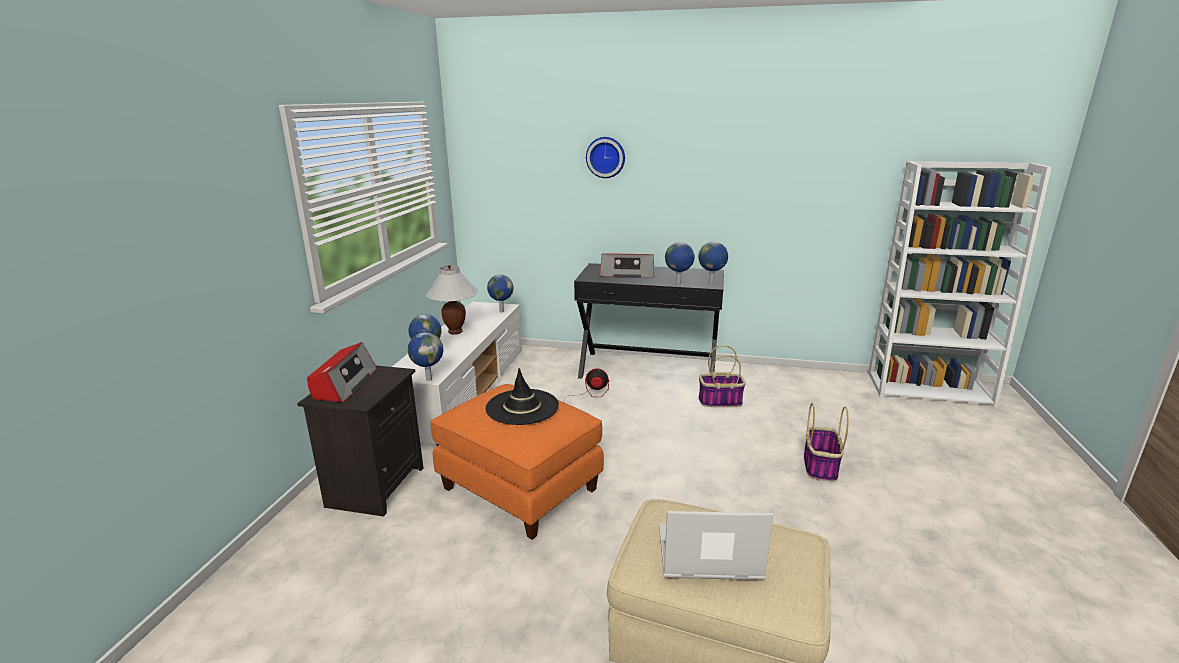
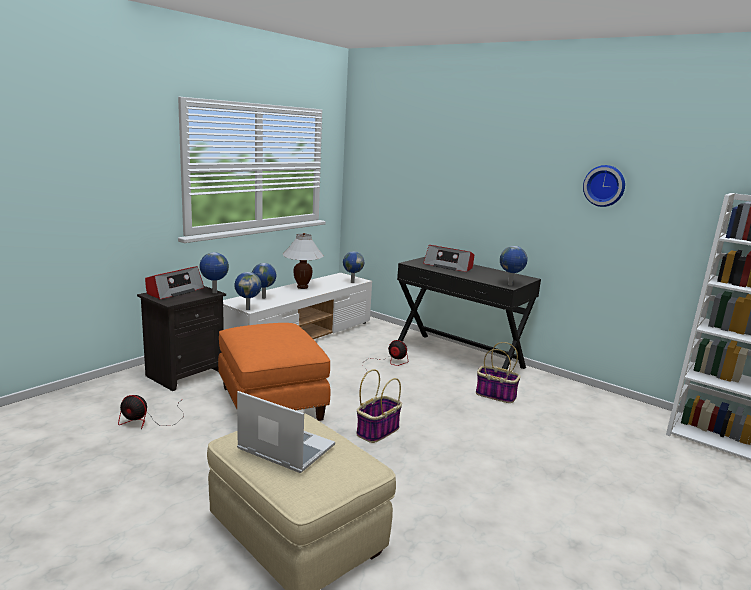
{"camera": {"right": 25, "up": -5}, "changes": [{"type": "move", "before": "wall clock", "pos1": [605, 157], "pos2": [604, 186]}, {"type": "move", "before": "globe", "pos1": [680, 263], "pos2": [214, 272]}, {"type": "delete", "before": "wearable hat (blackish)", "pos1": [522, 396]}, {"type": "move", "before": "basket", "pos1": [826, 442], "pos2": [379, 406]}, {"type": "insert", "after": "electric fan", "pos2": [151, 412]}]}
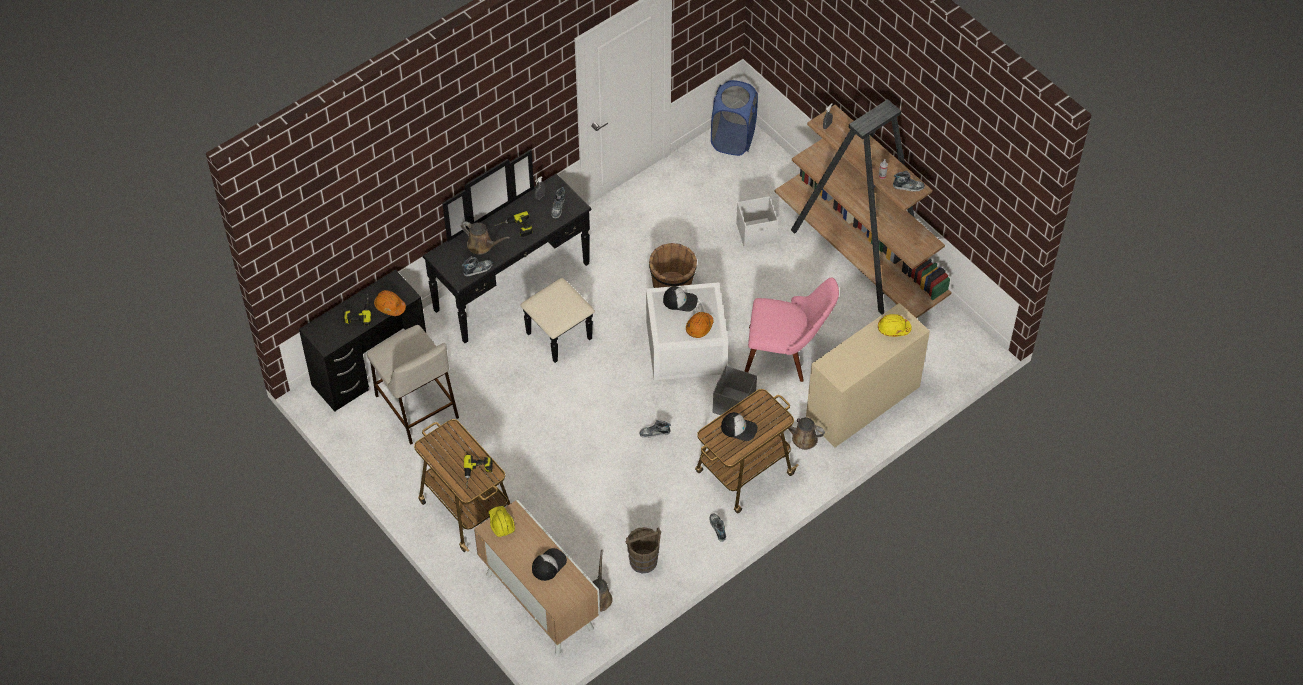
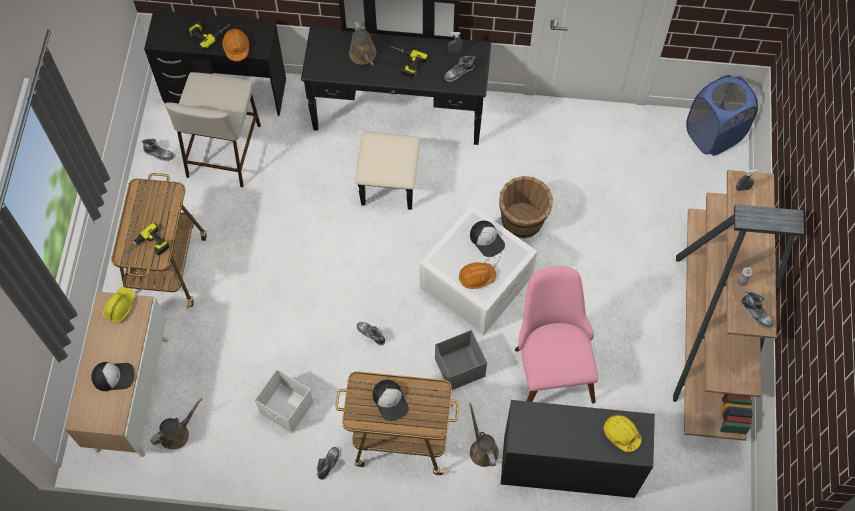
{"camera": {"right": 45, "up": 10}, "changes": [{"type": "move", "before": "storage container (whitish)", "pos1": [757, 222], "pos2": [284, 401]}, {"type": "move", "before": "shoe", "pos1": [477, 266], "pos2": [158, 150]}, {"type": "rotate", "before": "upright chair (pink)", "pos1": [791, 329], "pos2": [556, 334], "turn": -150}, {"type": "recolor", "before": "desk table (beige)", "after": "desk table (blackish)", "pos1": [868, 375], "pos2": [578, 449]}, {"type": "delete", "before": "water bucket (brown-coloured)", "pos1": [643, 550]}]}
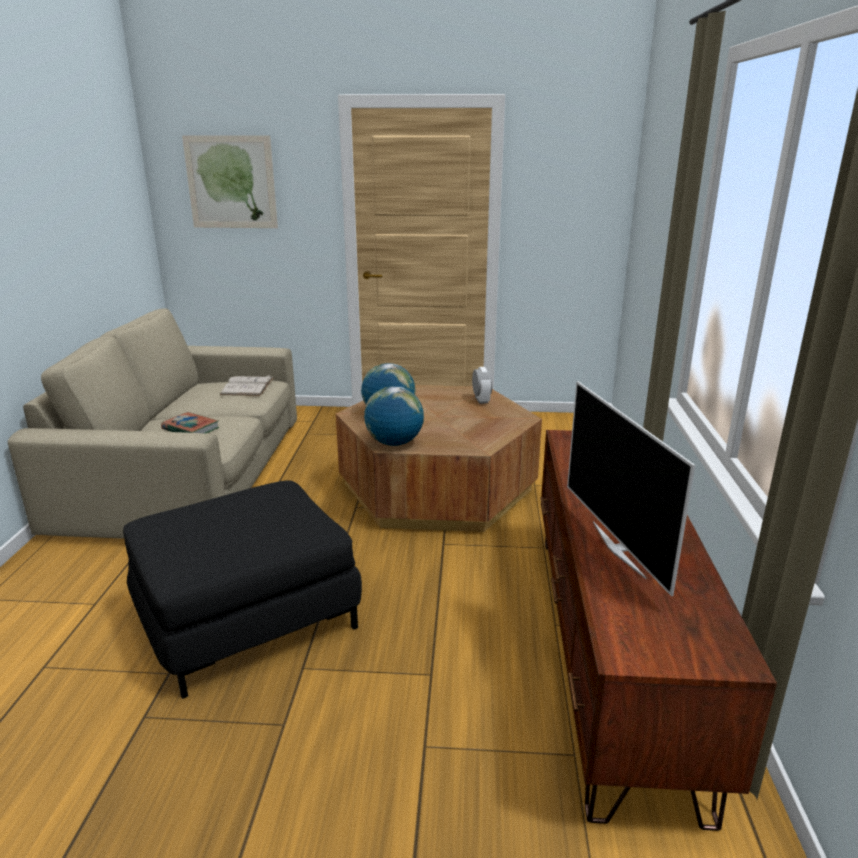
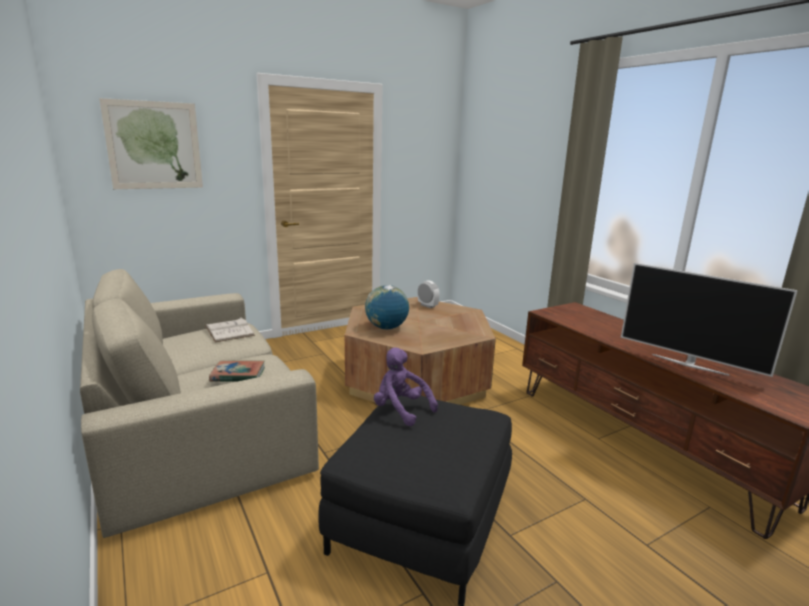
{"camera": {"right": -35, "up": -5}, "changes": [{"type": "delete", "before": "globe", "pos1": [394, 416]}, {"type": "insert", "after": "plush toy (purple)", "pos2": [406, 386]}]}
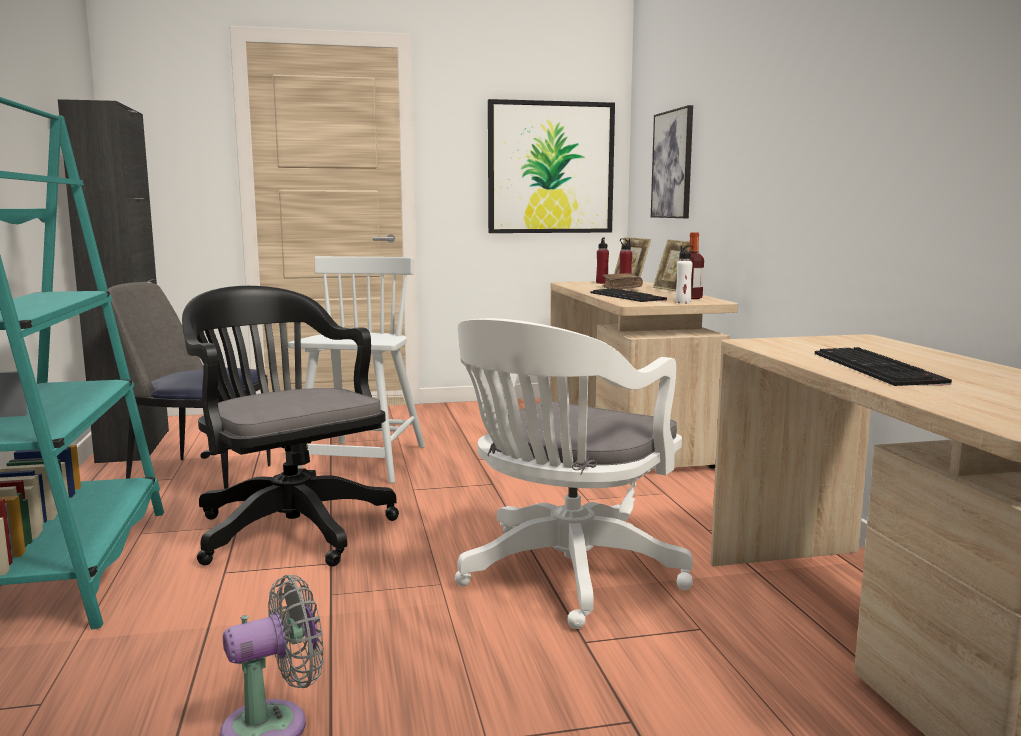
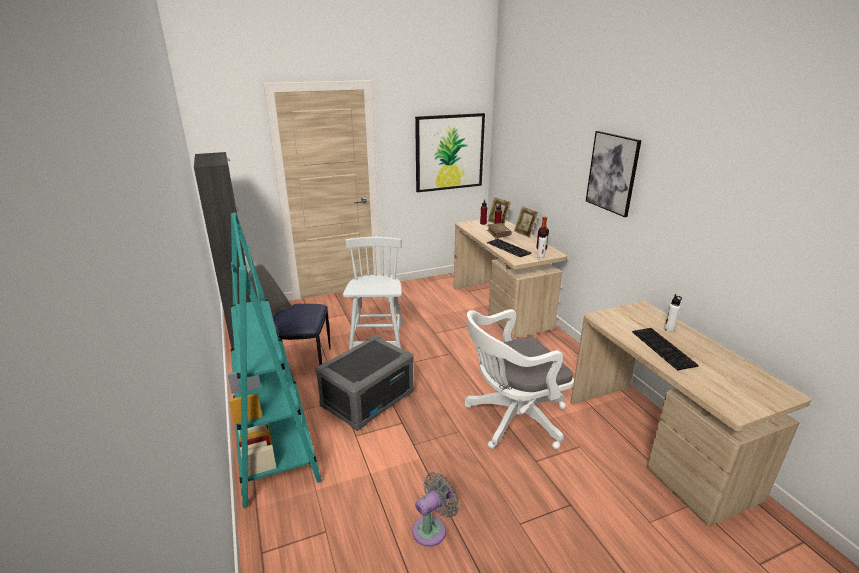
{"camera": {"right": -10, "up": 15}, "changes": [{"type": "move", "before": "wall art", "pos1": [672, 161], "pos2": [613, 174]}, {"type": "replace", "before": "computer chair (blackish)", "after": "storage container (greyish)", "pos1": [290, 426], "pos2": [364, 383]}, {"type": "rotate", "before": "computer chair (whitish)", "pos1": [574, 473], "pos2": [519, 379], "turn": 45}, {"type": "insert", "after": "beverage bottle (whitish)", "pos2": [673, 313]}]}
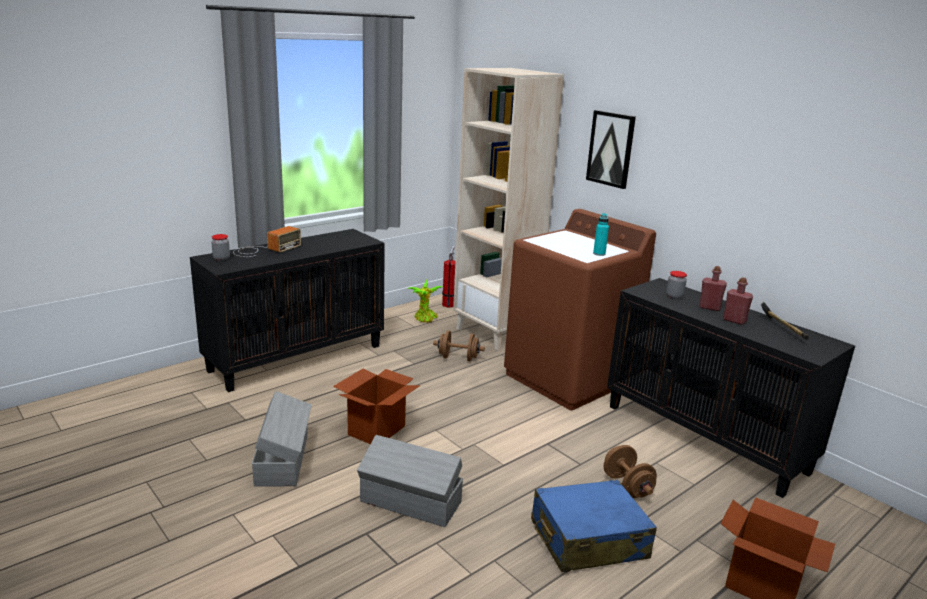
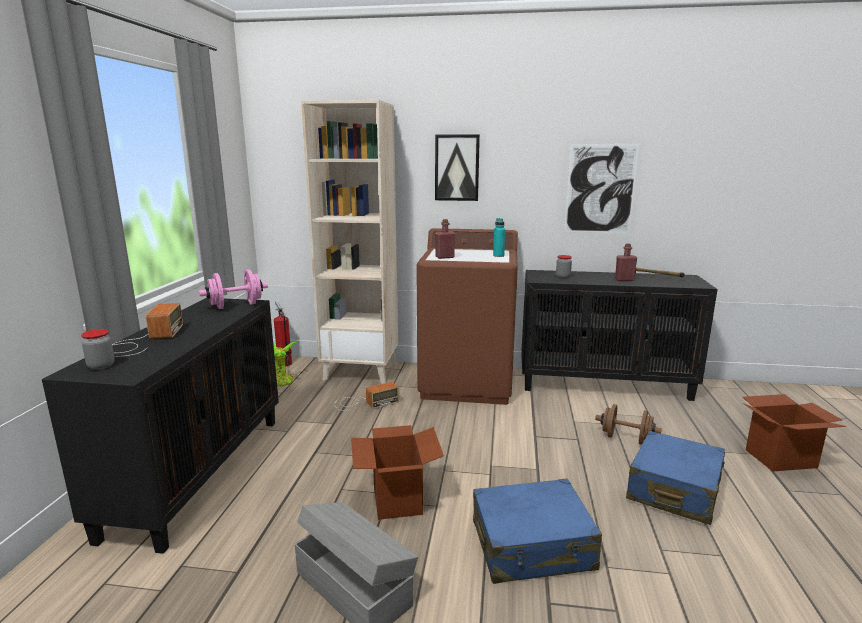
{"camera": {"right": -40, "up": -5}, "changes": [{"type": "move", "before": "beverage bottle (reddish)", "pos1": [713, 288], "pos2": [445, 239]}, {"type": "replace", "before": "dumbbell (brown-coloured)", "after": "radio set", "pos1": [459, 345], "pos2": [366, 396]}, {"type": "replace", "before": "storage container (greyish)", "after": "suitcase (bluish)", "pos1": [410, 481], "pos2": [537, 531]}, {"type": "insert", "after": "wall art", "pos2": [601, 188]}, {"type": "insert", "after": "dumbbell (pink)", "pos2": [233, 289]}]}
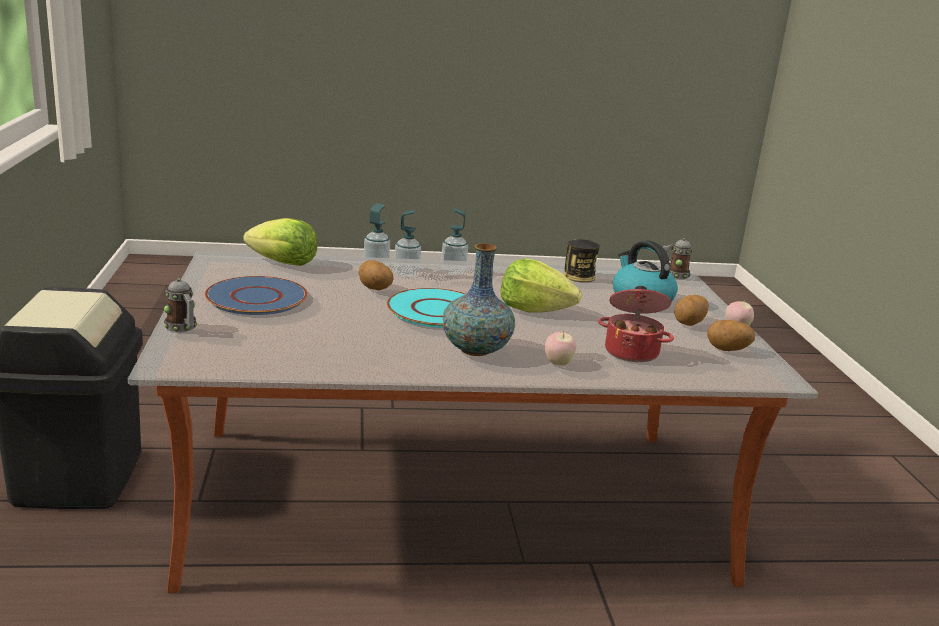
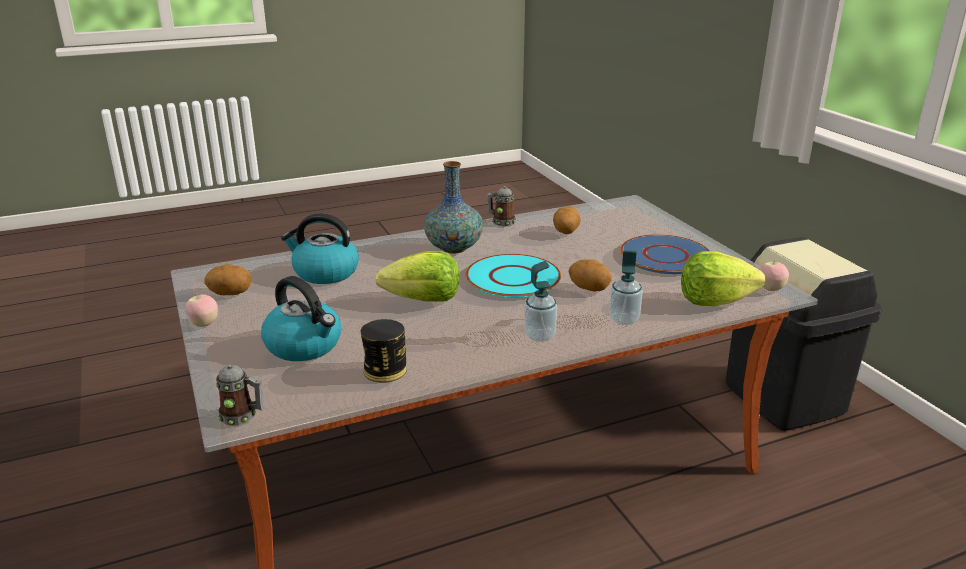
{"camera": {"right": 165, "up": 5}, "changes": [{"type": "delete", "before": "soap dispenser", "pos1": [407, 244]}, {"type": "move", "before": "tea mug", "pos1": [180, 305], "pos2": [501, 206]}, {"type": "replace", "before": "cooking pot", "after": "kettle", "pos1": [636, 324], "pos2": [320, 248]}, {"type": "move", "before": "spud", "pos1": [691, 310], "pos2": [567, 220]}, {"type": "move", "before": "apple", "pos1": [560, 348], "pos2": [774, 275]}]}
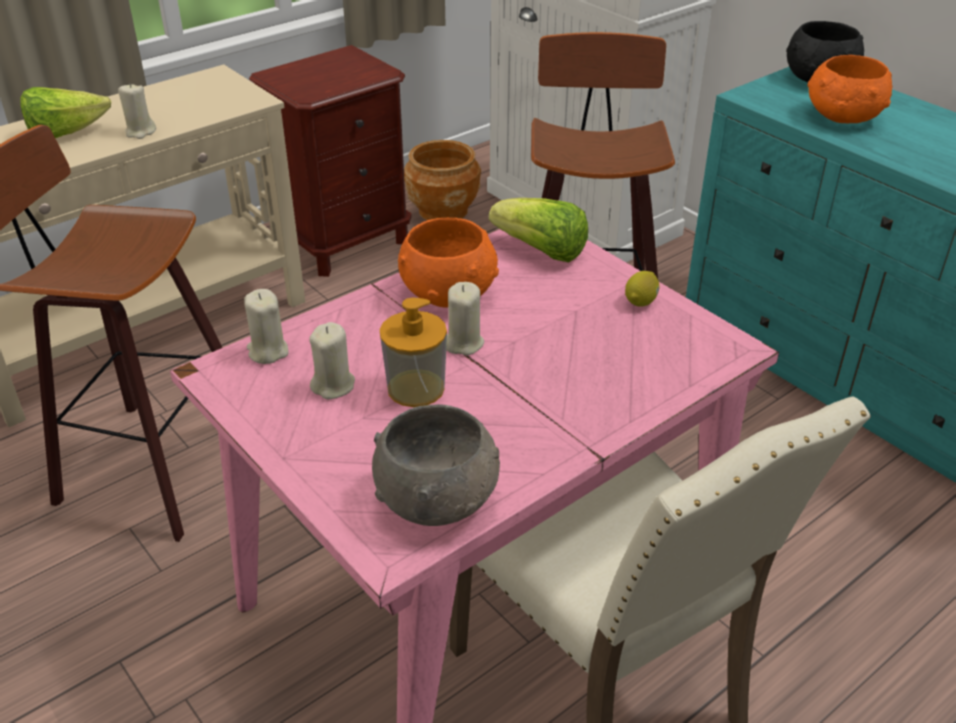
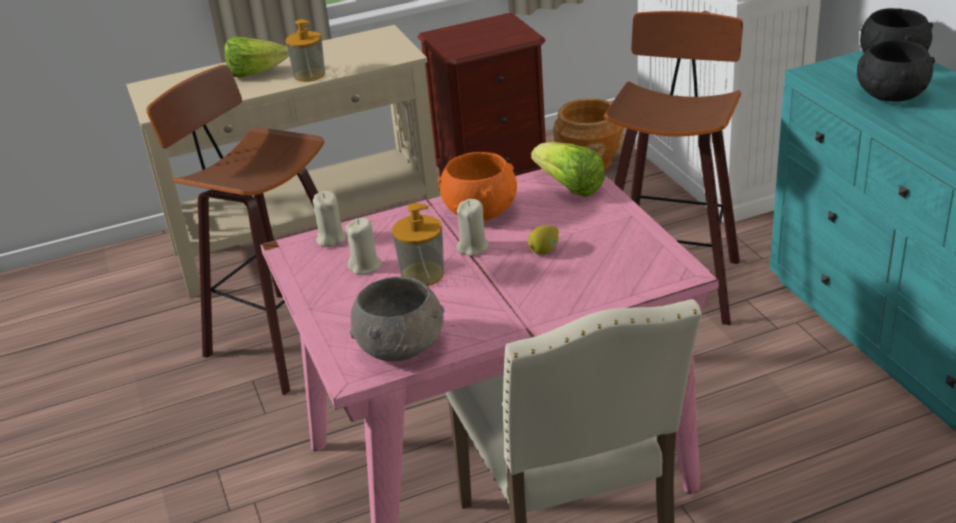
{"camera": {"right": 20, "up": -5}, "changes": [{"type": "recolor", "before": "deep dish (orange-coloured)", "after": "deep dish (blackish)", "pos1": [849, 89], "pos2": [896, 71]}, {"type": "replace", "before": "wax light (beige)", "after": "soap dispenser", "pos1": [137, 111], "pos2": [305, 50]}, {"type": "move", "before": "lemon", "pos1": [642, 289], "pos2": [543, 240]}]}
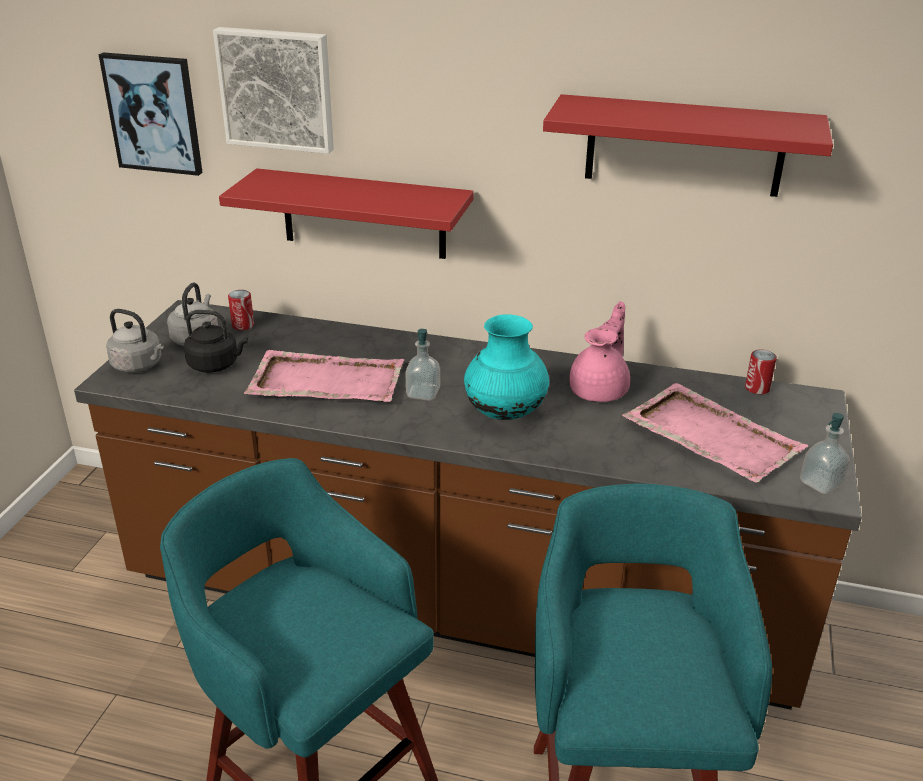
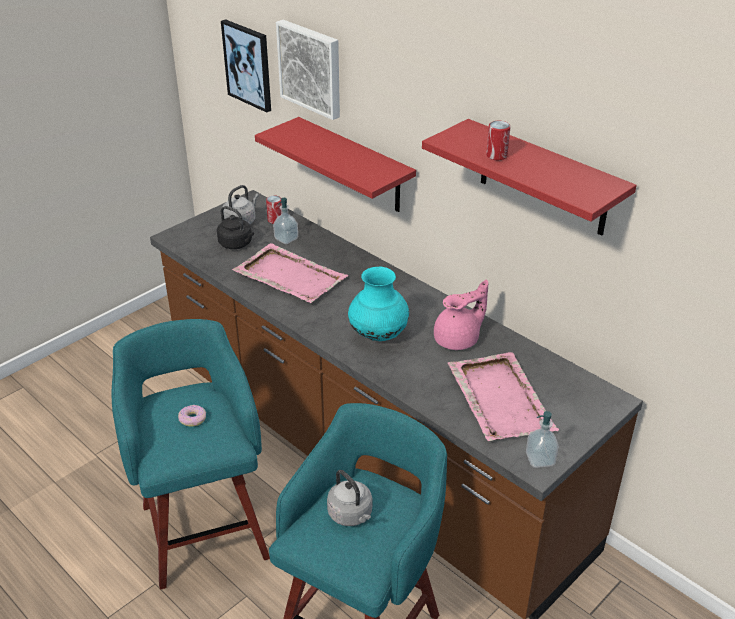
{"camera": {"right": 30, "up": 5}, "changes": [{"type": "move", "before": "kettle (greyish)", "pos1": [135, 341], "pos2": [349, 498]}, {"type": "move", "before": "soap dispenser", "pos1": [423, 365], "pos2": [285, 221]}, {"type": "move", "before": "can", "pos1": [761, 371], "pos2": [498, 140]}, {"type": "insert", "after": "donut", "pos2": [192, 416]}]}
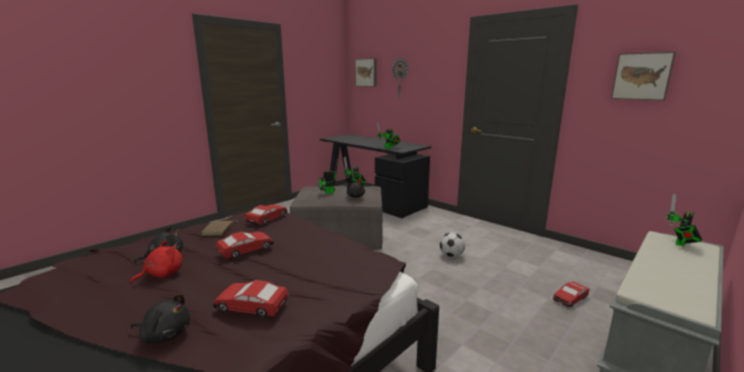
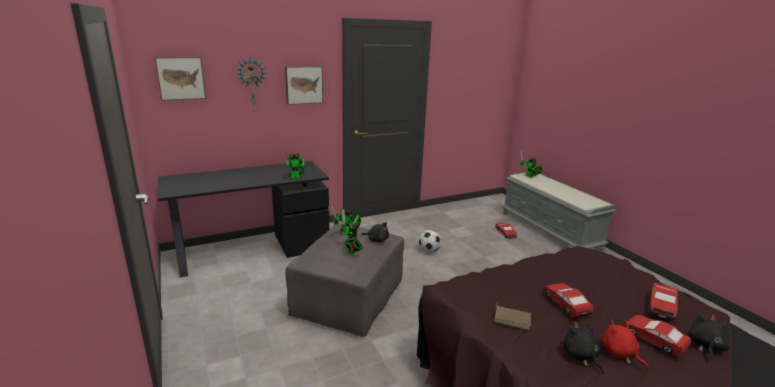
{"camera": {"right": -70, "up": 5}, "changes": [{"type": "move", "before": "wall art", "pos1": [643, 76], "pos2": [304, 85]}, {"type": "move", "before": "miniature car", "pos1": [266, 215], "pos2": [657, 336]}]}
